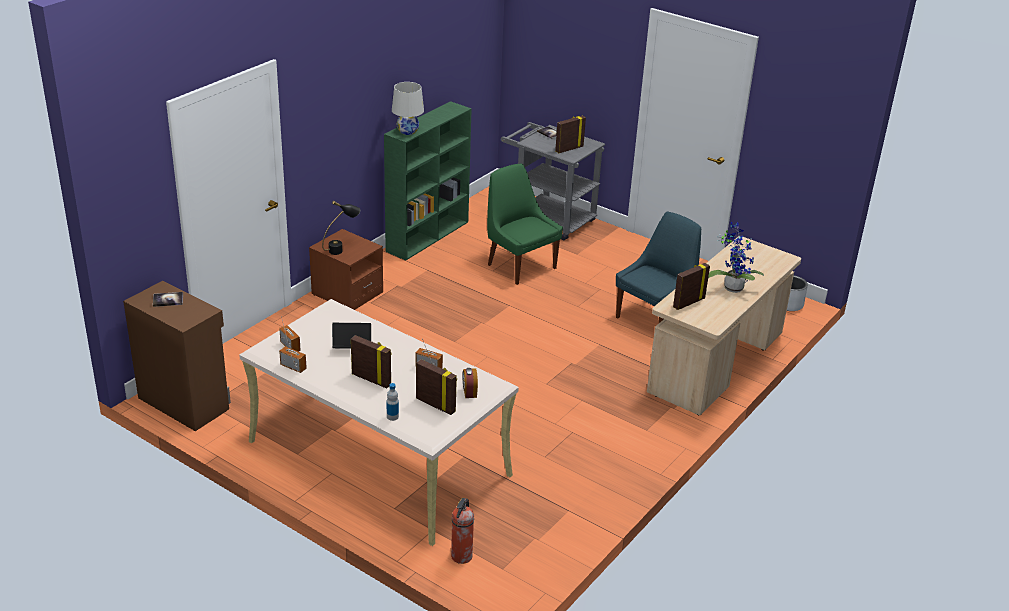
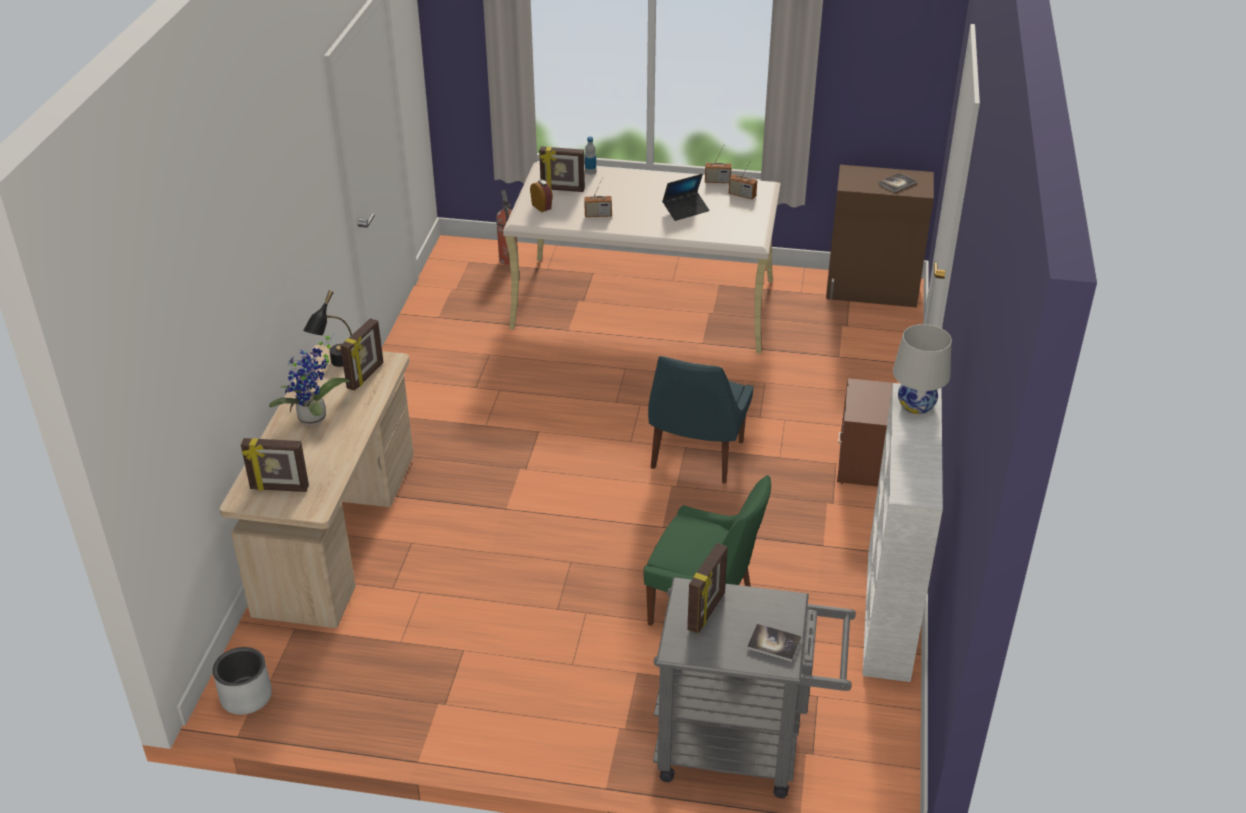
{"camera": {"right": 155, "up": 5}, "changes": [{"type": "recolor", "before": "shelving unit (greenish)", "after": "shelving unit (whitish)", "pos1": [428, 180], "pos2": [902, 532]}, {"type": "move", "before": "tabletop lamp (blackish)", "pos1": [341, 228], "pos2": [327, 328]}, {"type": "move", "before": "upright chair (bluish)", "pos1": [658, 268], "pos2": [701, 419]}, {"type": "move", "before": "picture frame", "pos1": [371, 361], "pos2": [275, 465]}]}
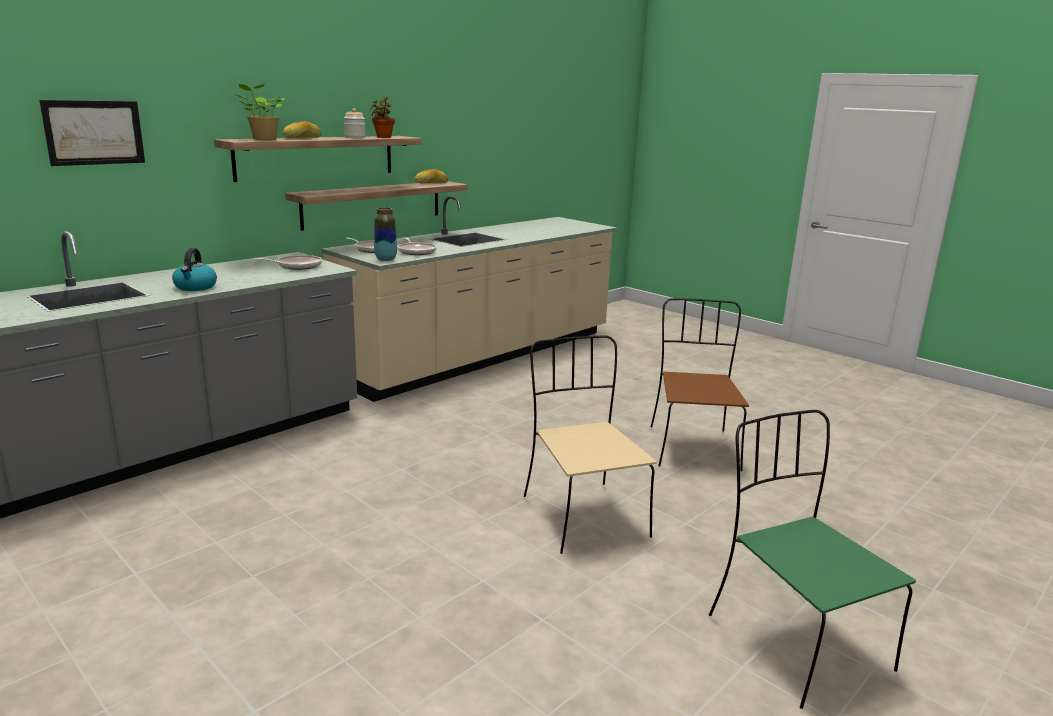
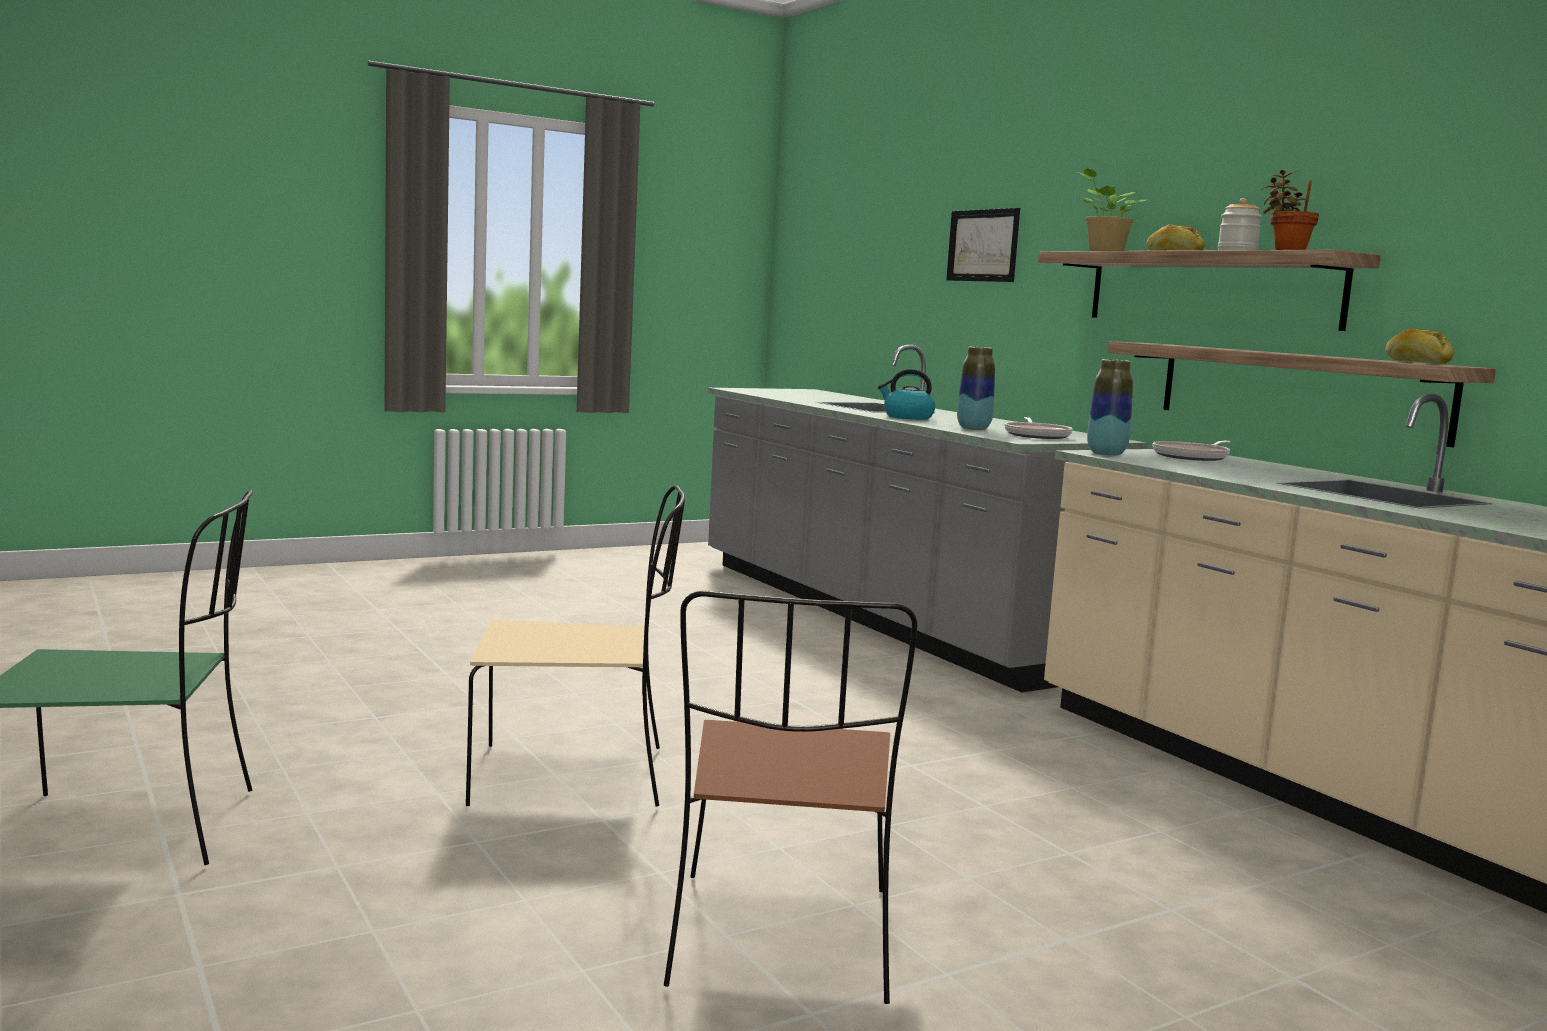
{"camera": {"right": 105, "up": -10}, "changes": [{"type": "delete", "before": "pan", "pos1": [417, 246]}, {"type": "rotate", "before": "upright chair (brown-coloured)", "pos1": [700, 384], "pos2": [791, 797], "turn": 75}, {"type": "insert", "after": "flower vase", "pos2": [976, 388]}]}
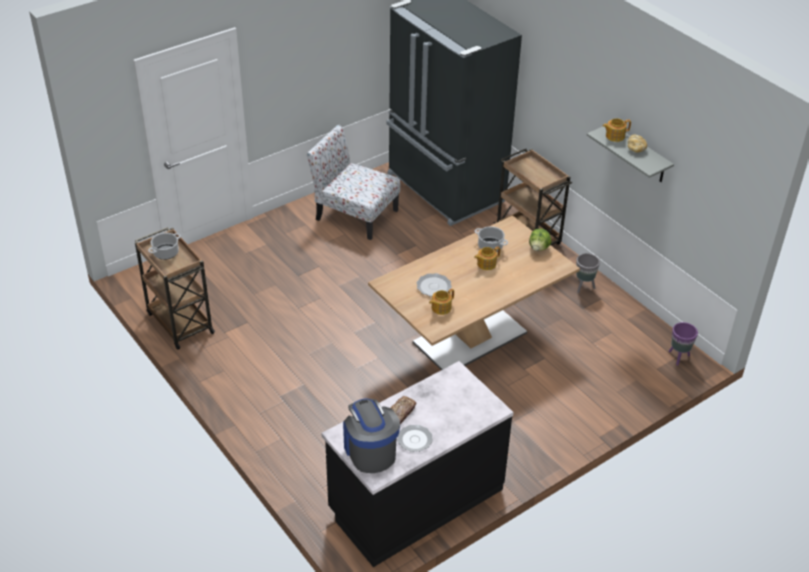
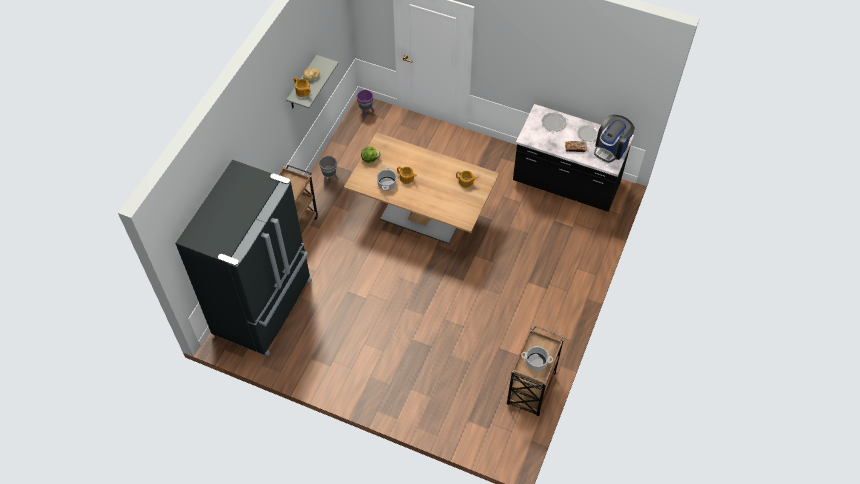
{"camera": {"right": -120, "up": 15}, "changes": [{"type": "delete", "before": "upright chair", "pos1": [353, 182]}, {"type": "move", "before": "plate", "pos1": [434, 285], "pos2": [553, 122]}]}
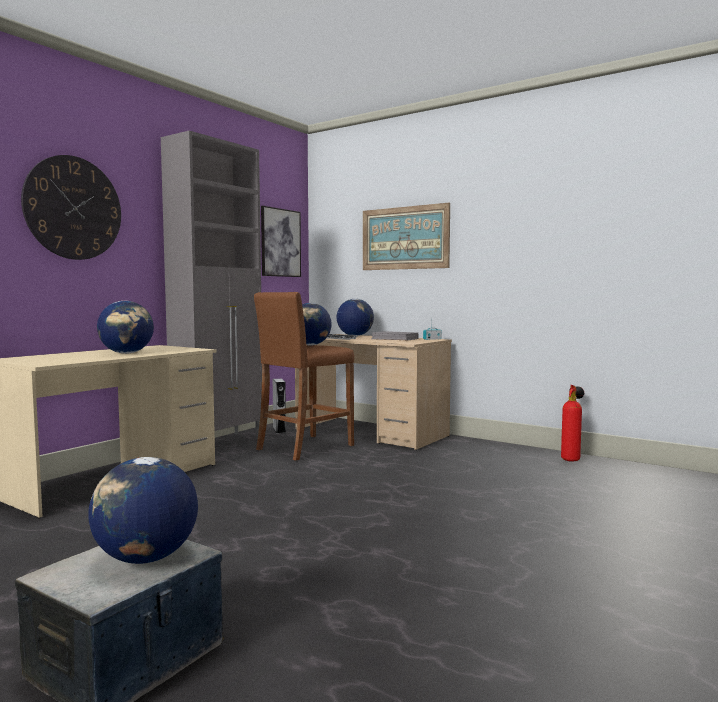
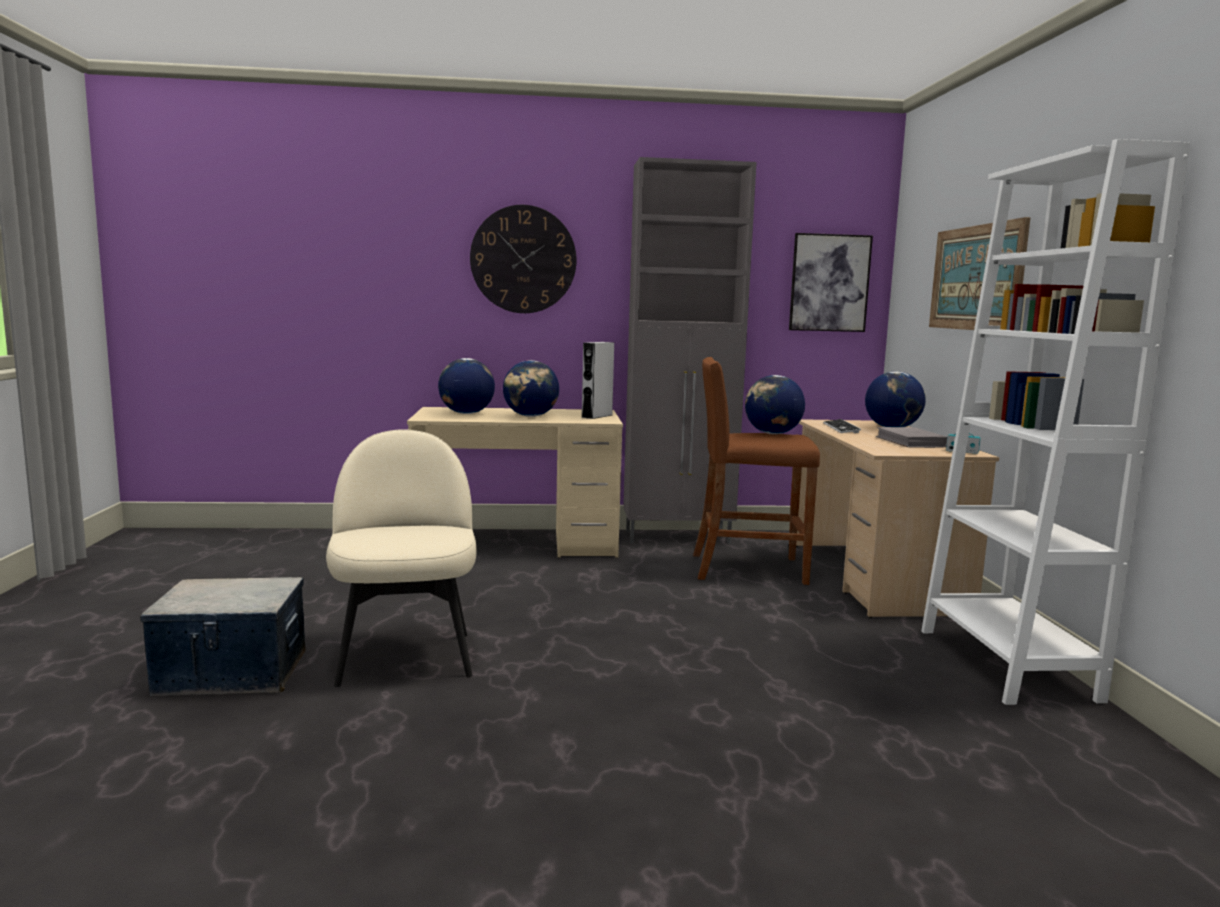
{"camera": {"right": 50, "up": 5}, "changes": [{"type": "move", "before": "speaker (greyish)", "pos1": [279, 406], "pos2": [597, 380]}, {"type": "delete", "before": "fire-fighting cylinder", "pos1": [572, 423]}, {"type": "move", "before": "globe", "pos1": [143, 510], "pos2": [466, 386]}, {"type": "insert", "after": "shelving unit (whitish)", "pos2": [1055, 422]}, {"type": "insert", "after": "upright chair (beige)", "pos2": [401, 558]}]}
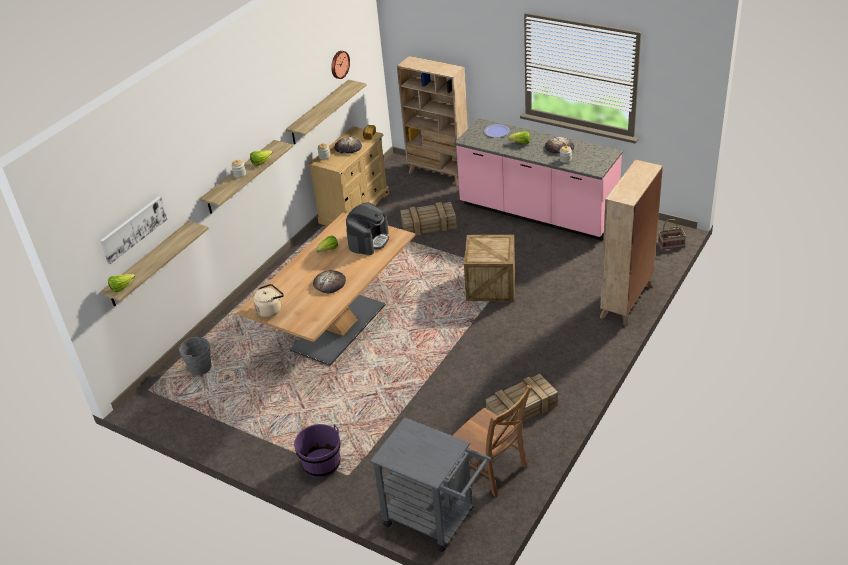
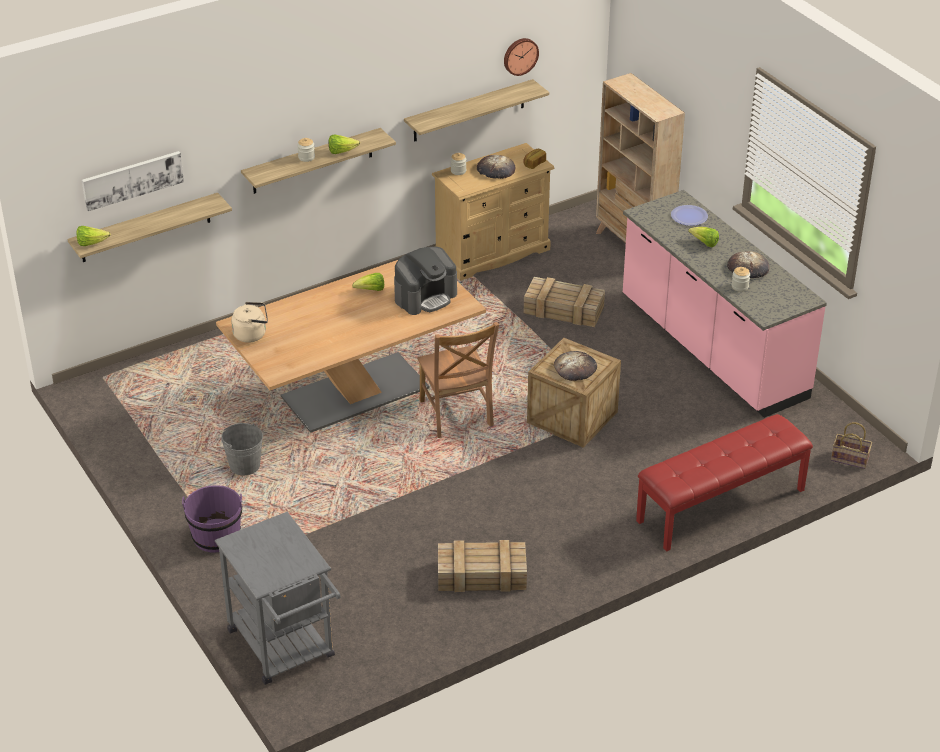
{"camera": {"right": 25, "up": 0}, "changes": [{"type": "replace", "before": "shelving unit (beige)", "after": "indoor bench (reddish)", "pos1": [631, 242], "pos2": [724, 482]}, {"type": "move", "before": "baked bread", "pos1": [329, 281], "pos2": [575, 366]}, {"type": "move", "before": "water bucket (greyish)", "pos1": [195, 355], "pos2": [242, 449]}, {"type": "move", "before": "upright chair (brown-coloured)", "pos1": [492, 441], "pos2": [458, 380]}]}
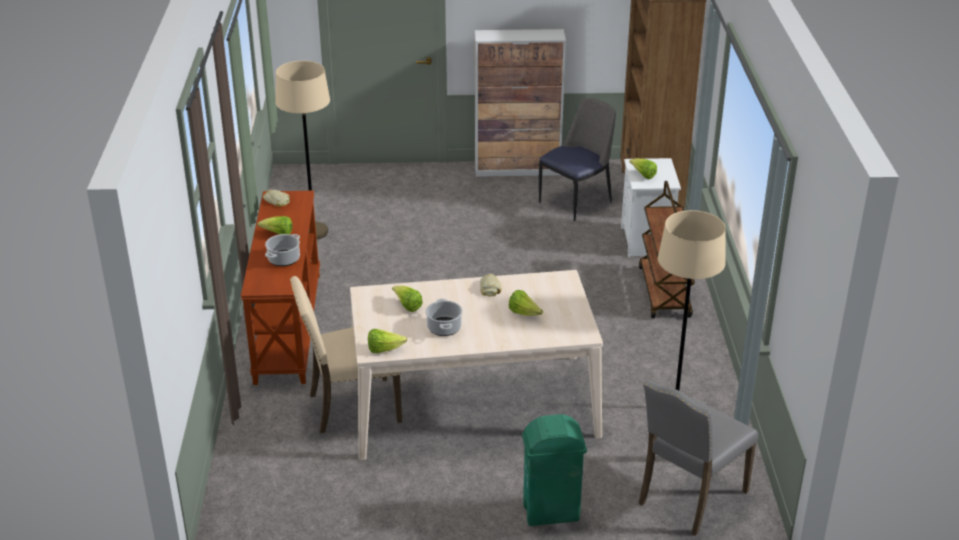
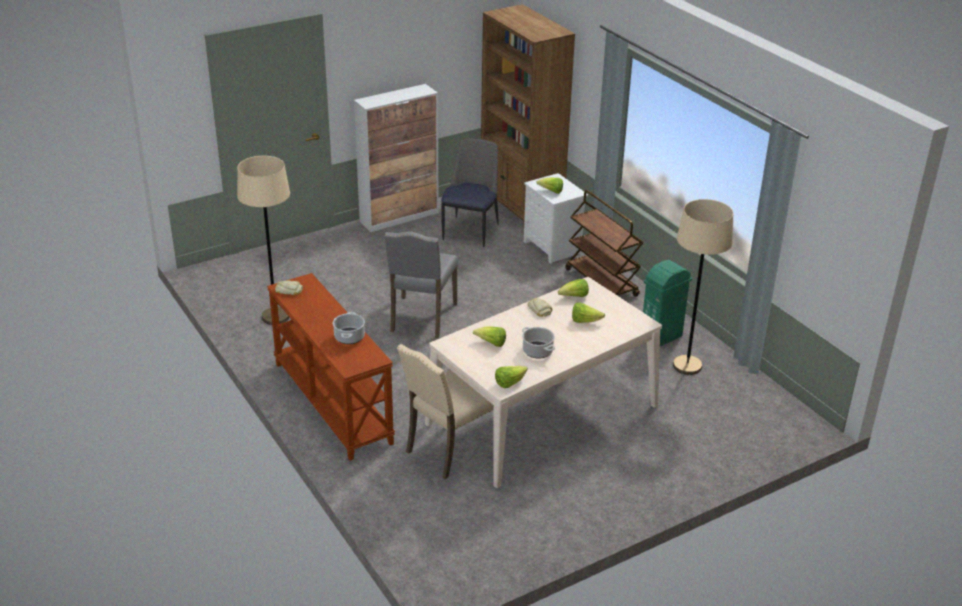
{"camera": {"right": -30, "up": 0}, "changes": [{"type": "move", "before": "lettuce head", "pos1": [275, 225], "pos2": [573, 288]}, {"type": "move", "before": "upright chair (greyish)", "pos1": [698, 458], "pos2": [421, 285]}, {"type": "move", "before": "waste bin (greenish)", "pos1": [554, 470], "pos2": [667, 303]}]}
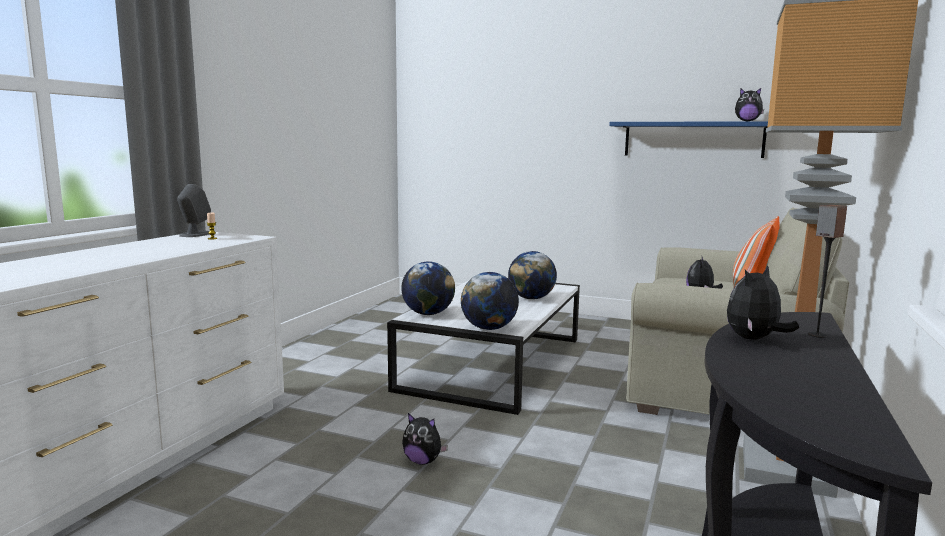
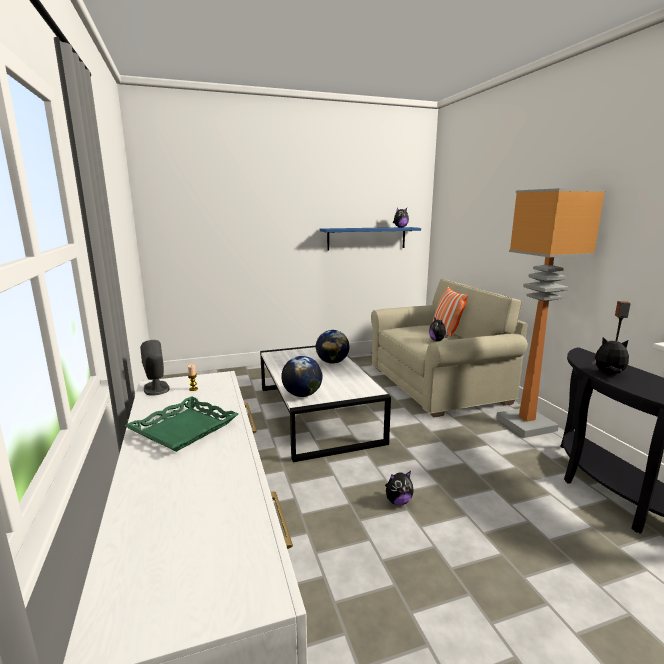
{"camera": {"right": -40, "up": 5}, "changes": [{"type": "rotate", "before": "plush toy", "pos1": [763, 302], "pos2": [610, 355], "turn": 105}, {"type": "delete", "before": "globe", "pos1": [490, 301]}, {"type": "insert", "after": "serving tray (greenish)", "pos2": [181, 424]}]}
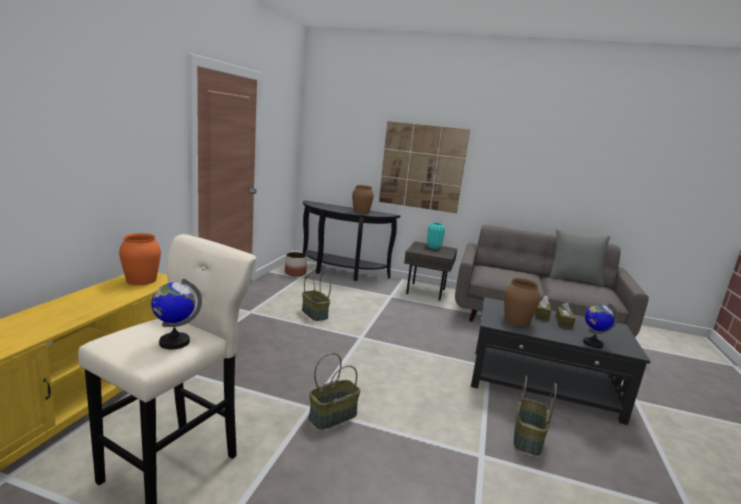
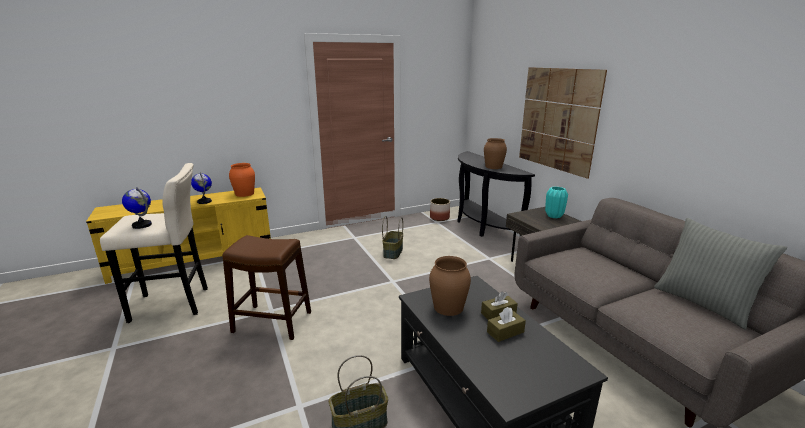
{"camera": {"right": 50, "up": 5}, "changes": [{"type": "move", "before": "globe", "pos1": [600, 326], "pos2": [201, 188]}, {"type": "replace", "before": "basket", "after": "stool seat (brown-coloured)", "pos1": [335, 391], "pos2": [266, 287]}]}
